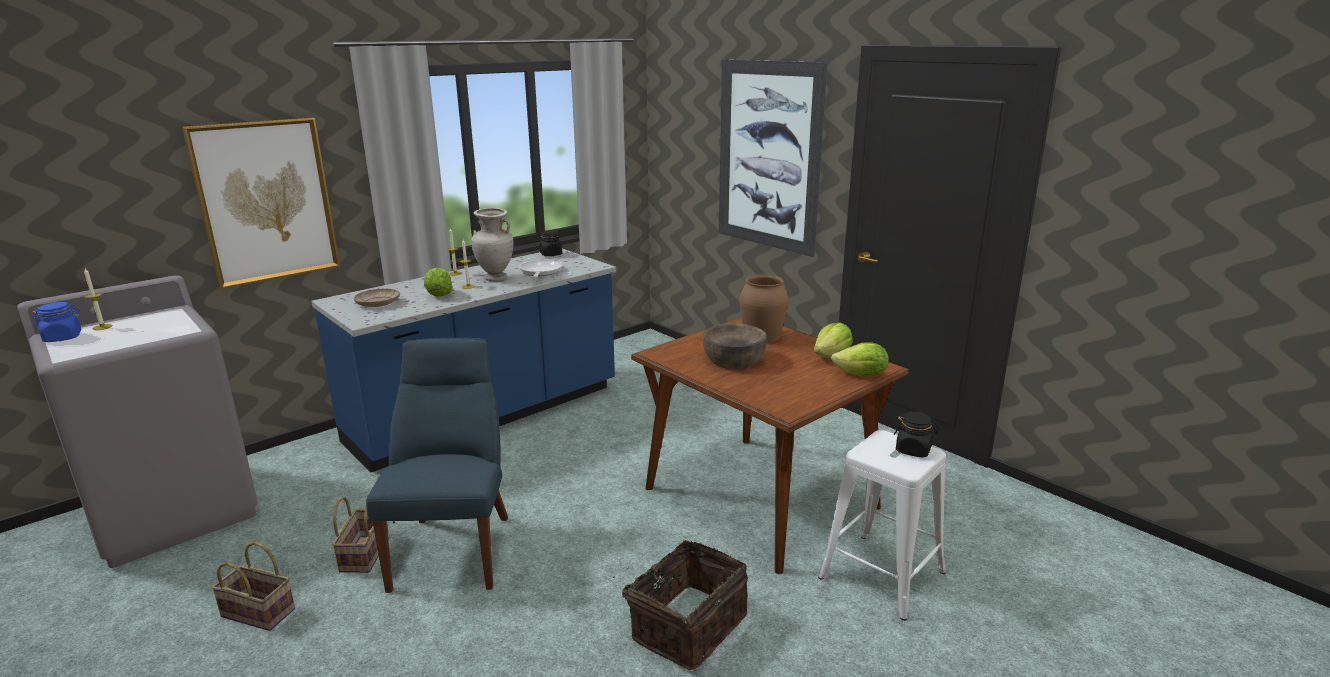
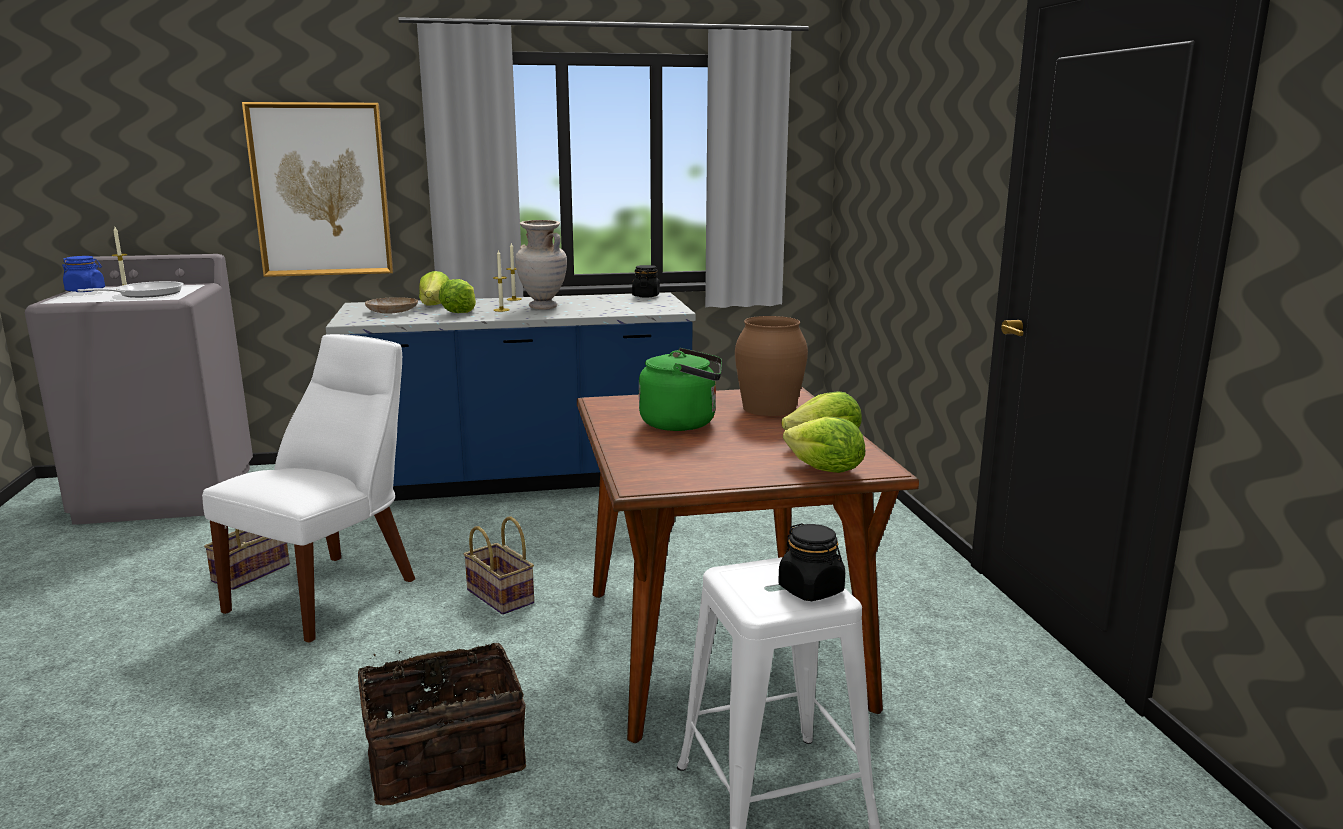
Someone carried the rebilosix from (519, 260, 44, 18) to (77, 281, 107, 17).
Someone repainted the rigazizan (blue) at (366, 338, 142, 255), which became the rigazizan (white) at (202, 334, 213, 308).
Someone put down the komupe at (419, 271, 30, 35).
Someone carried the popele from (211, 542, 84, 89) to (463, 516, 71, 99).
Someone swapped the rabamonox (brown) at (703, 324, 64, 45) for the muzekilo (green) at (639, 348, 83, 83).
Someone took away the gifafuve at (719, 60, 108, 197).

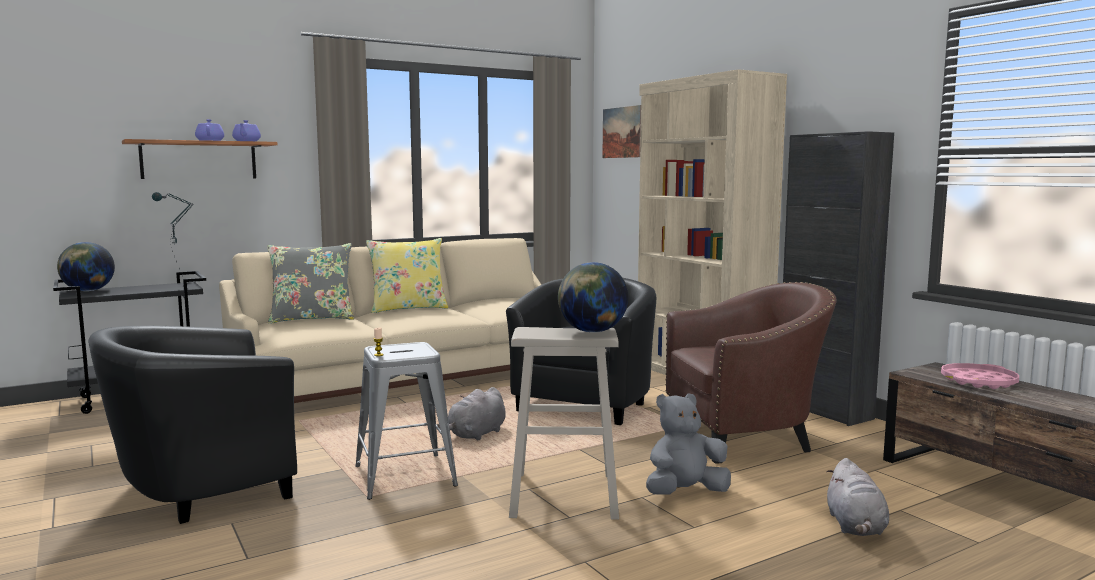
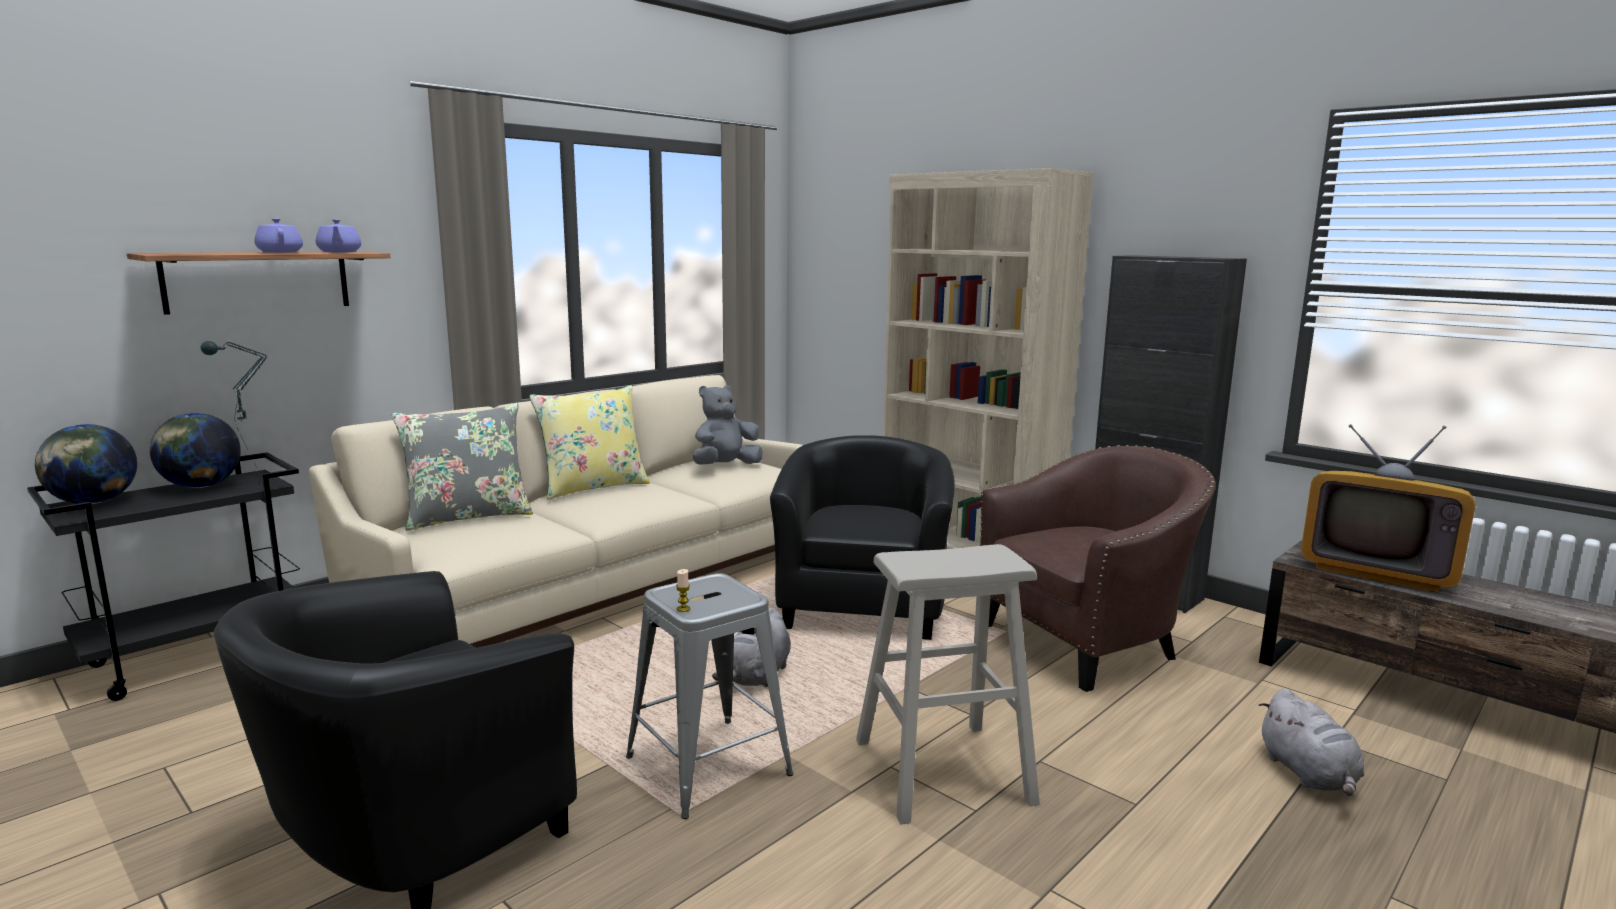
Someone carried the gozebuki from (558, 262, 70, 71) to (150, 413, 91, 75).
Someone carried the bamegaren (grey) from (646, 393, 85, 101) to (693, 385, 70, 80).
Someone swapped the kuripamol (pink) at (941, 363, 78, 26) for the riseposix at (1301, 424, 174, 168).
Someone took away the gifafuve at (602, 105, 39, 53).

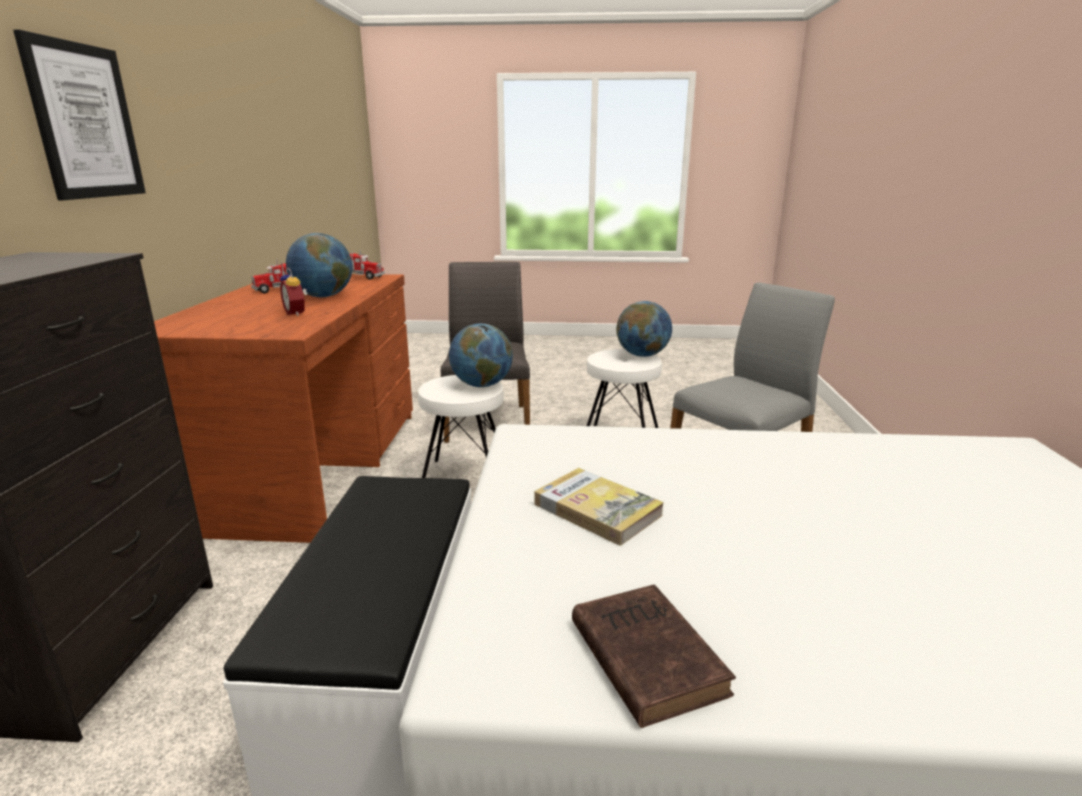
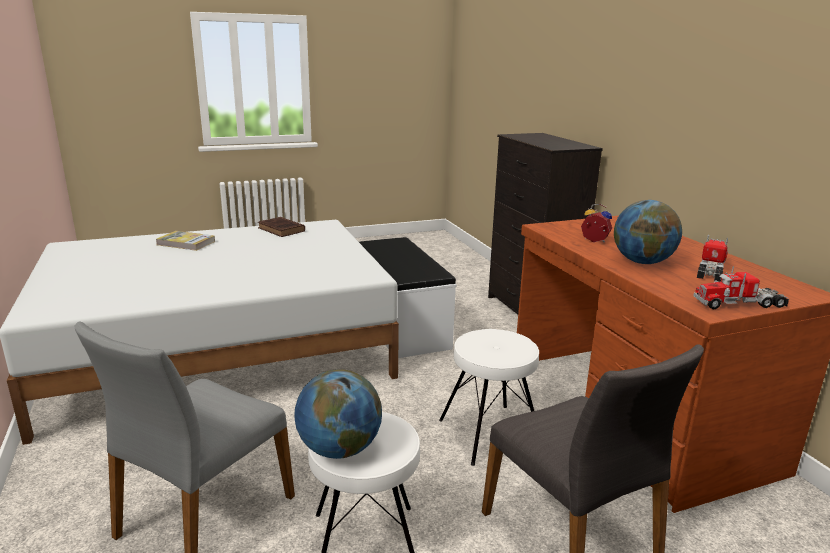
Someone carried the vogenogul from (534, 468, 130, 78) to (156, 231, 59, 20).
Someone took away the gifafuve at (13, 30, 133, 170).
Someone took away the gozebuki at (449, 323, 64, 64).

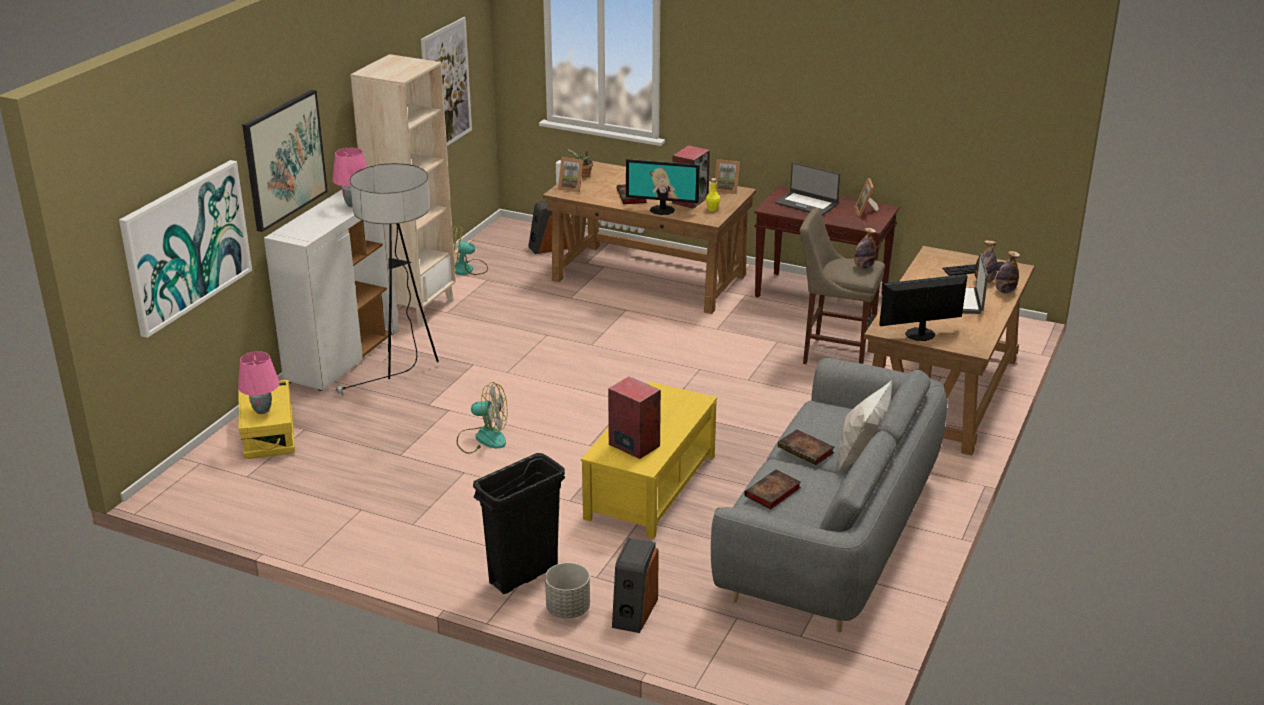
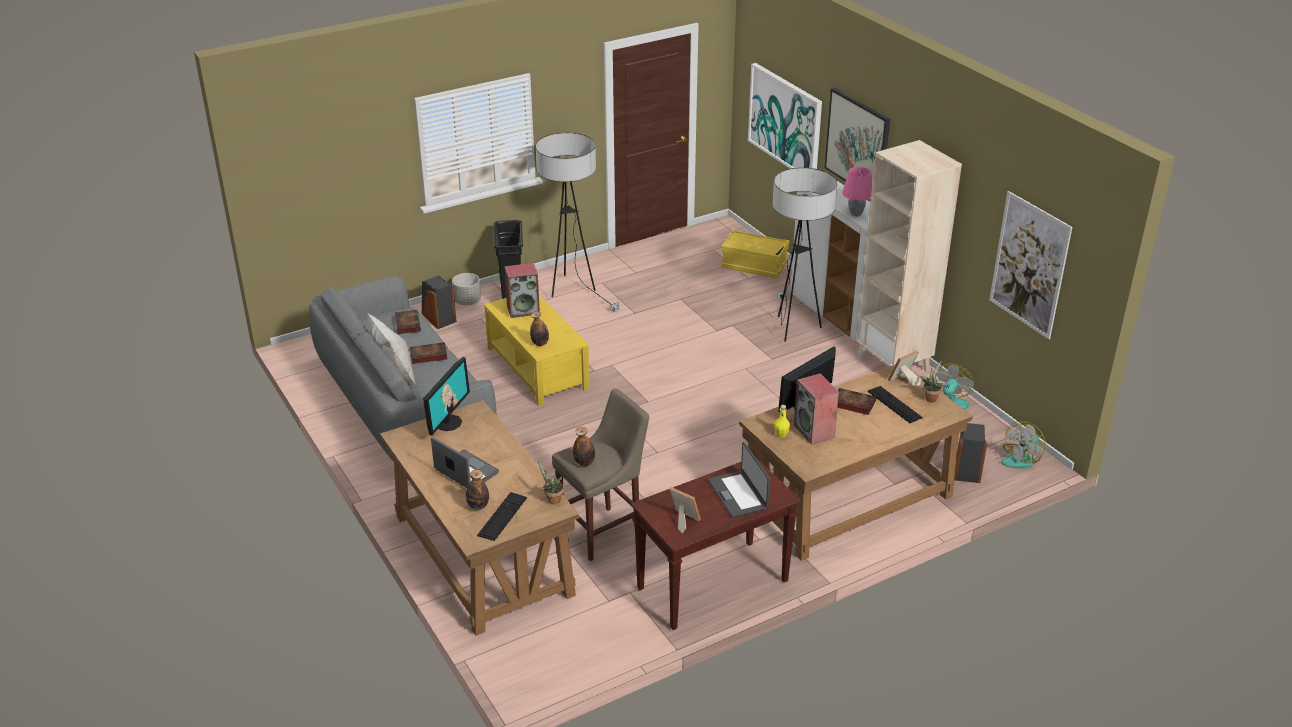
Someone carried the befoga from (995, 251, 25, 43) to (530, 311, 19, 35).
Someone put down the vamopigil at (535, 132, 84, 180).
Someone put down the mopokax at (538, 460, 26, 44).
Someone rotated the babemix at (775, 162, 65, 54) by 90 degrees counterclockwise.
Someone put down the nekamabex at (868, 386, 55, 37).
Someone carried the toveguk from (457, 382, 51, 72) to (1001, 421, 44, 48).
Someone took away the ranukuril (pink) at (238, 351, 42, 63).
Someone took away the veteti at (715, 159, 25, 35).

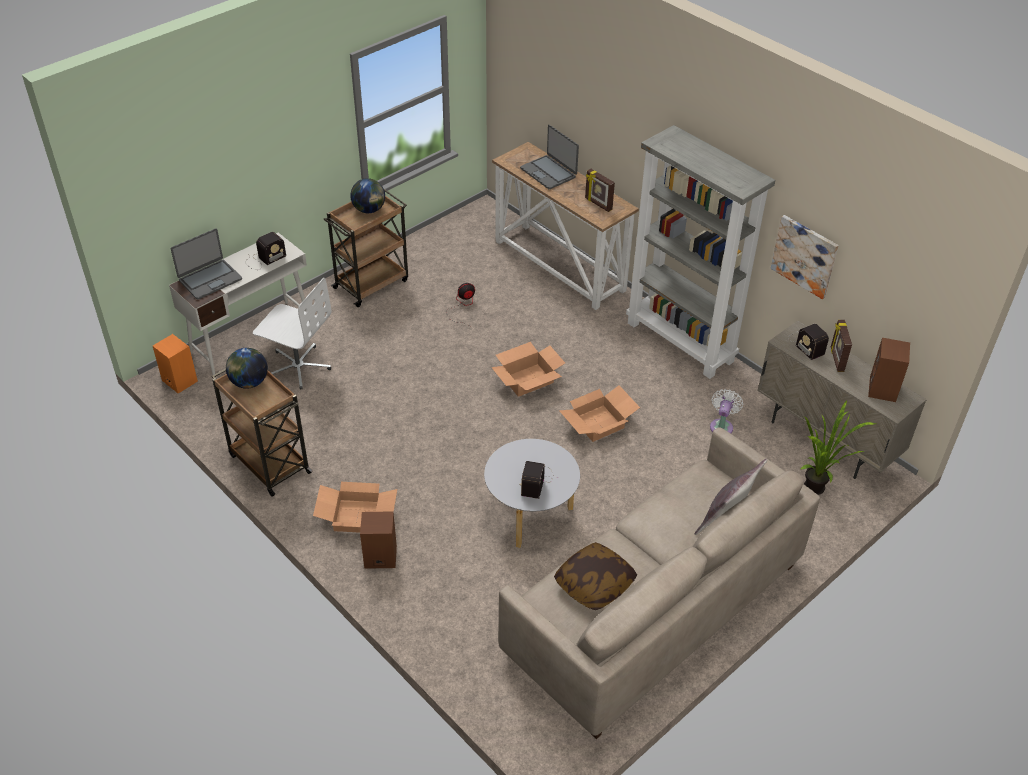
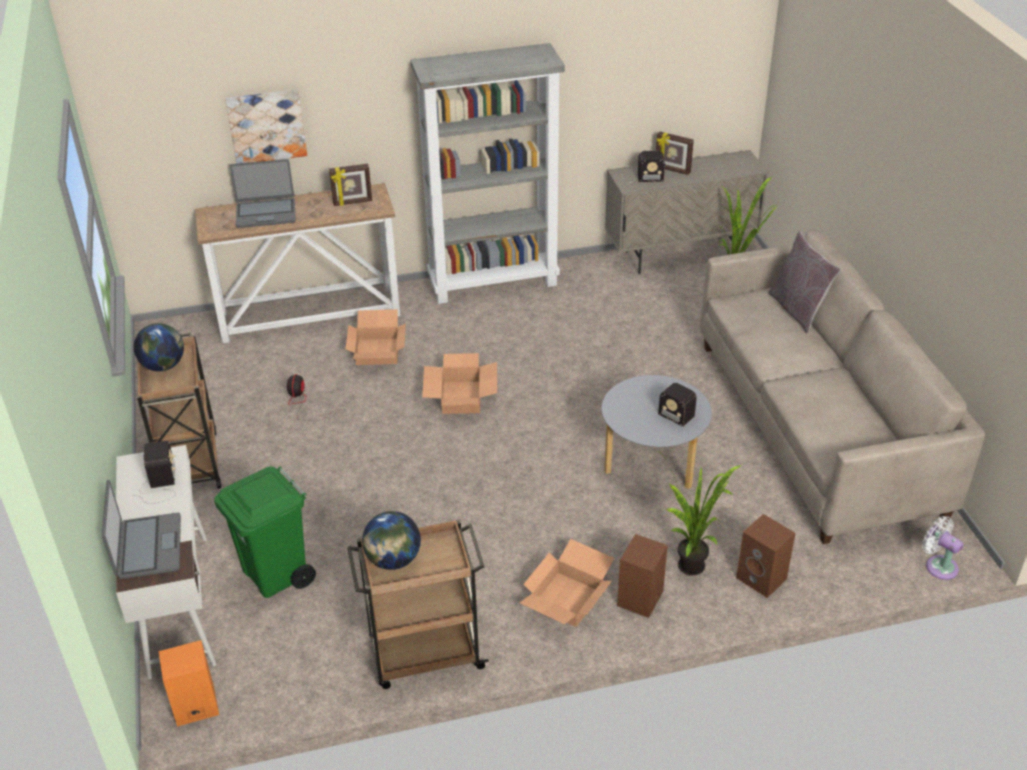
Someone swapped the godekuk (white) at (253, 278, 78, 112) for the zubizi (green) at (214, 466, 102, 132).
Someone carried the gifafuve from (771, 215, 68, 84) to (225, 89, 82, 75).
Someone carried the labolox from (559, 385, 81, 57) to (346, 309, 60, 56).
Someone put down the mopokax at (659, 452, 82, 124).
Someone carried the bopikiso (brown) from (868, 338, 42, 64) to (736, 514, 59, 84).
Someone carried the toveguk (white) from (710, 389, 33, 44) to (922, 516, 42, 64).
Someone took away the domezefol at (554, 542, 83, 68).

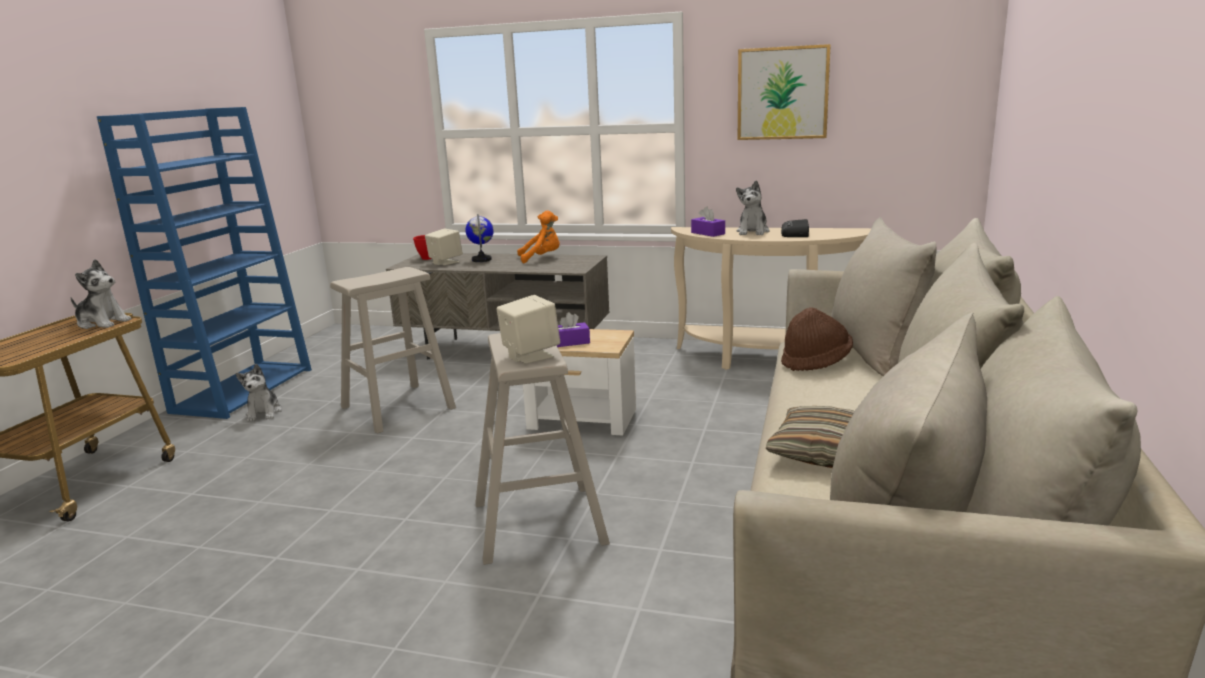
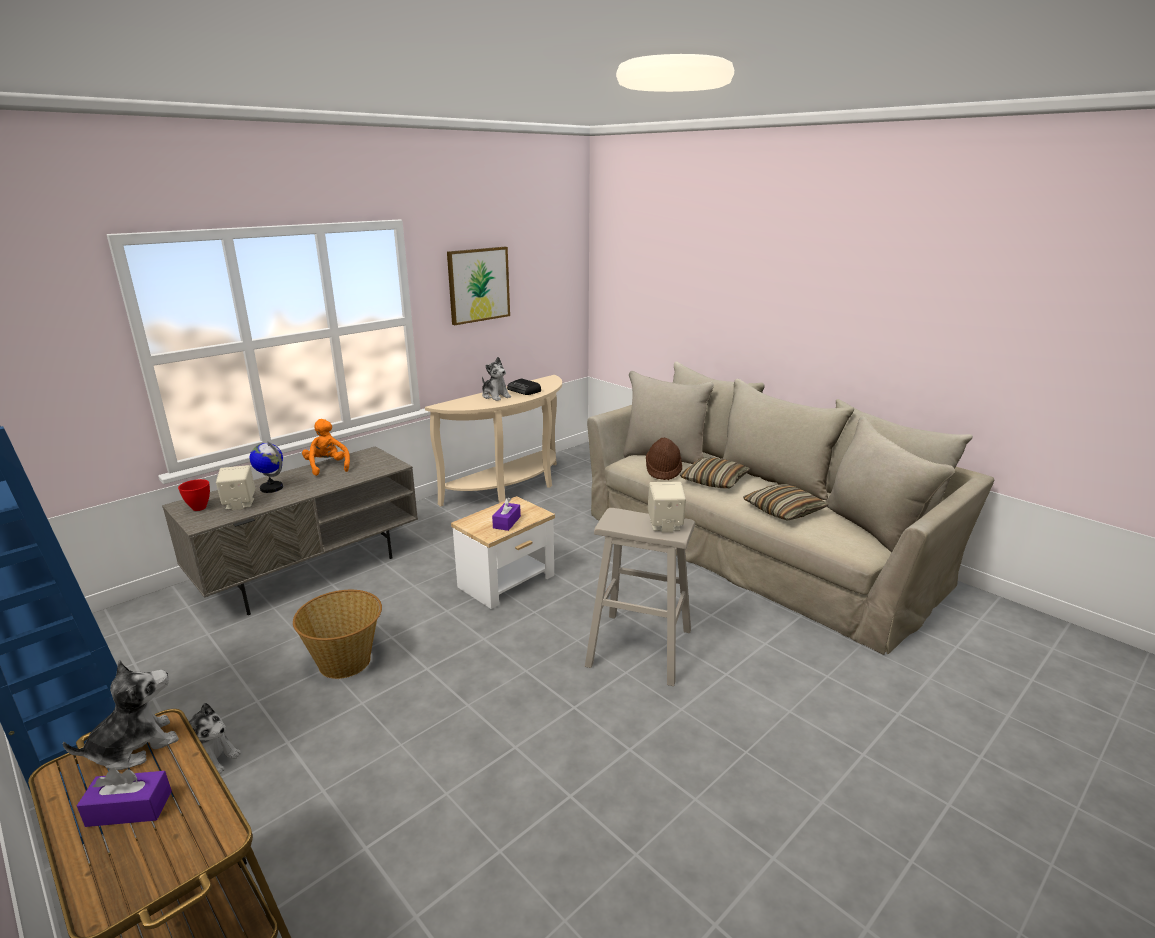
Someone carried the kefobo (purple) from (691, 207, 34, 30) to (77, 768, 95, 59).
Someone swapped the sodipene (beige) at (330, 267, 126, 167) for the popele at (293, 590, 89, 89).
Someone rotated the bamegaren (orange) at (517, 210, 43, 53) by 45 degrees counterclockwise.
Someone put down the domezefol at (680, 457, 70, 31).

